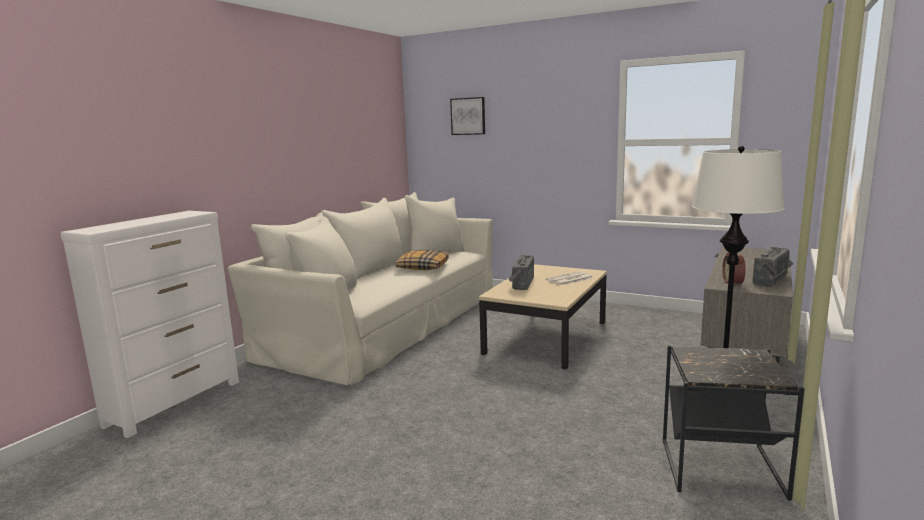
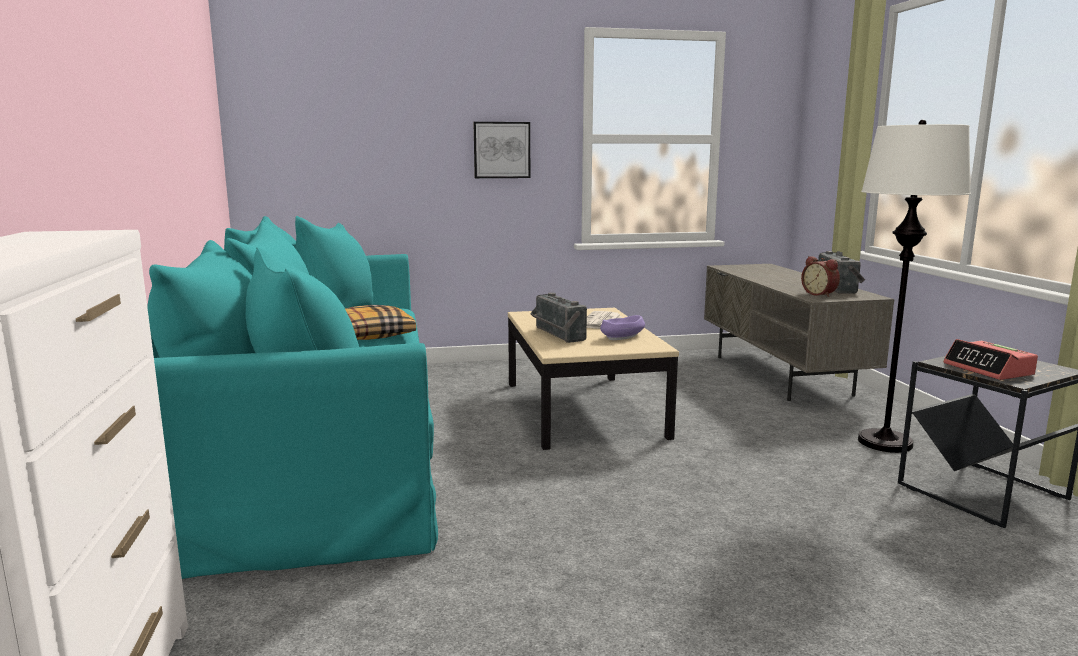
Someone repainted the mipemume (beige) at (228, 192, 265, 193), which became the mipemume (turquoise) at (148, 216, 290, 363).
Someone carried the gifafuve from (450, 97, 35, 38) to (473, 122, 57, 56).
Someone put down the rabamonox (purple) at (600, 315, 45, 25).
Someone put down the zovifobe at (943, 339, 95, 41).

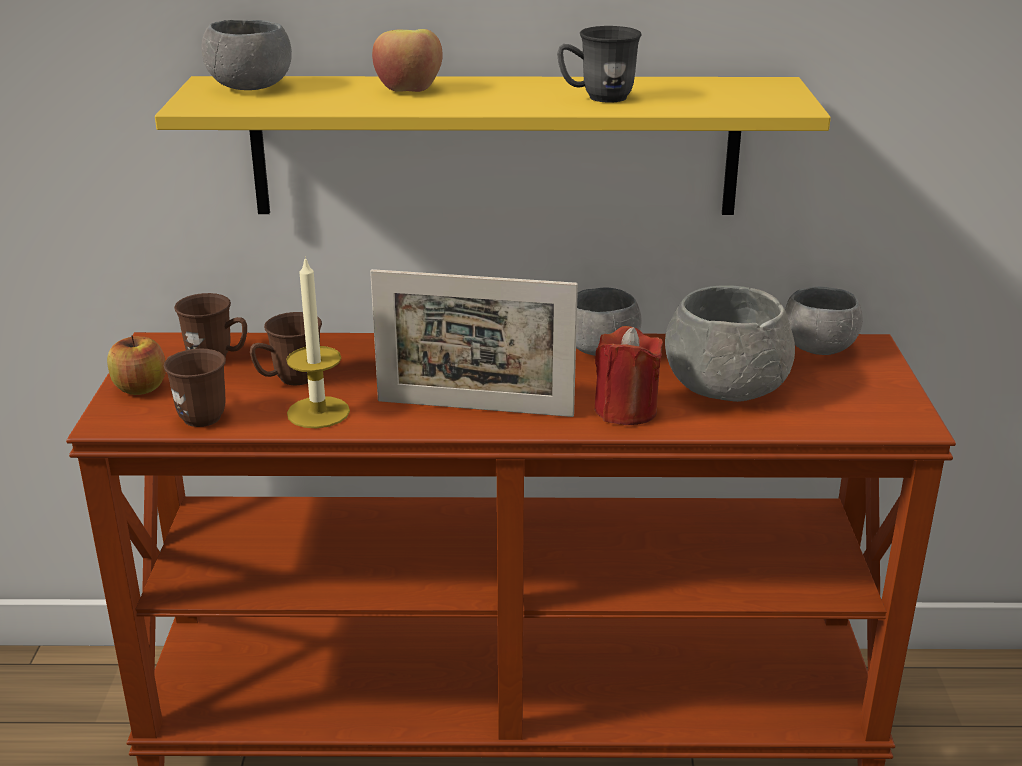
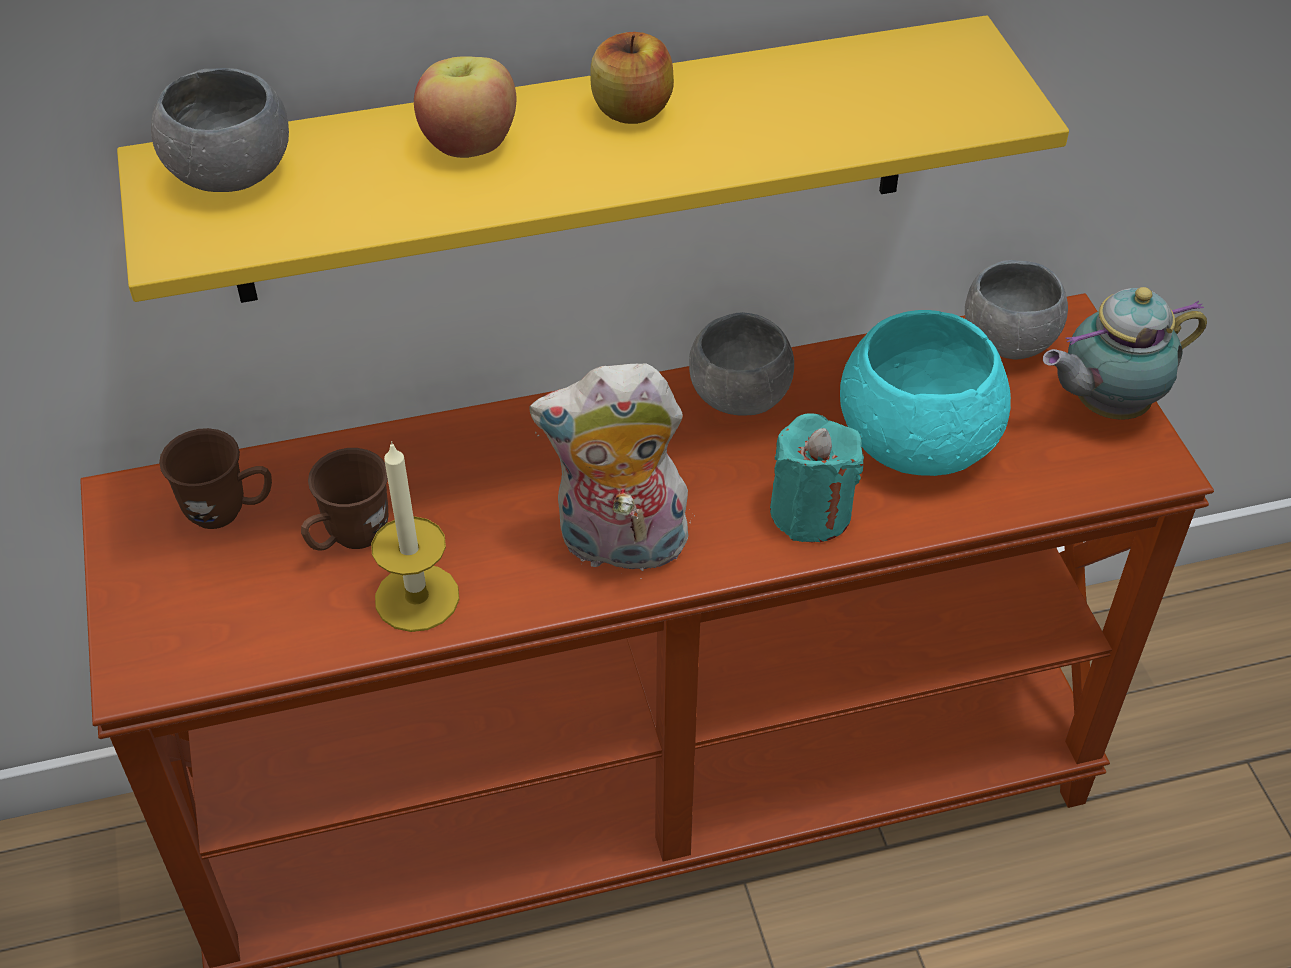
Someone swapped the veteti at (370, 269, 208, 148) for the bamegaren at (529, 363, 162, 216).
Someone carried the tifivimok from (107, 335, 59, 60) to (590, 32, 84, 92).
Someone repainted the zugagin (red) at (594, 326, 69, 99), which became the zugagin (turquoise) at (770, 413, 94, 129).
Someone repainted the rabamonox (grey) at (665, 285, 130, 117), which became the rabamonox (turquoise) at (840, 310, 171, 166).
Someone put down the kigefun at (1043, 287, 164, 133).
Someone took away the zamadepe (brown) at (164, 349, 62, 78).
Someone took away the zamadepe (grey) at (557, 26, 85, 77).

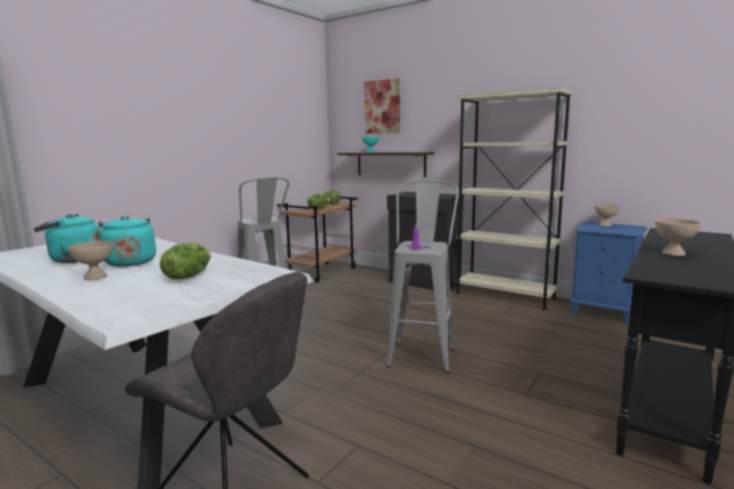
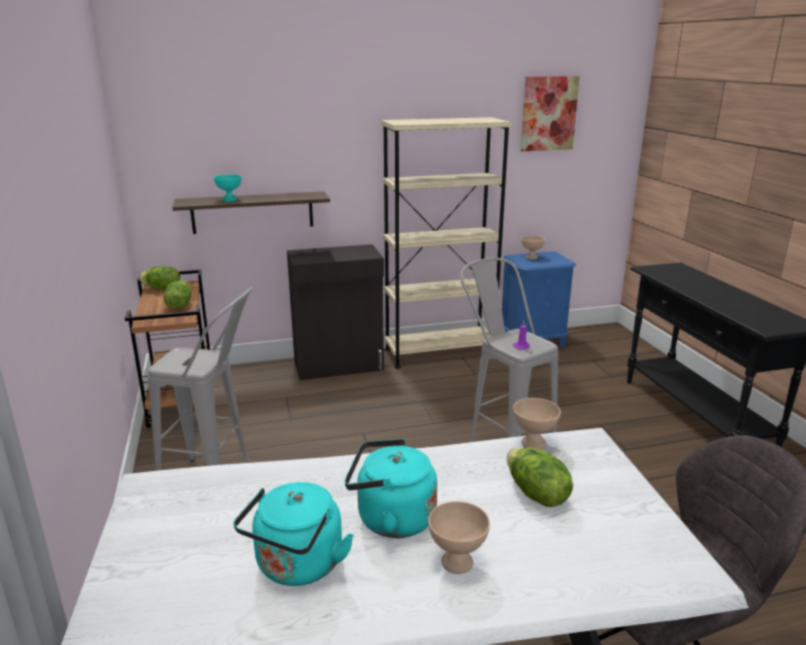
Someone carried the rabamonox (beige) from (655, 218, 46, 38) to (513, 398, 48, 52).
Someone carried the gifafuve from (364, 78, 36, 56) to (521, 76, 59, 75).

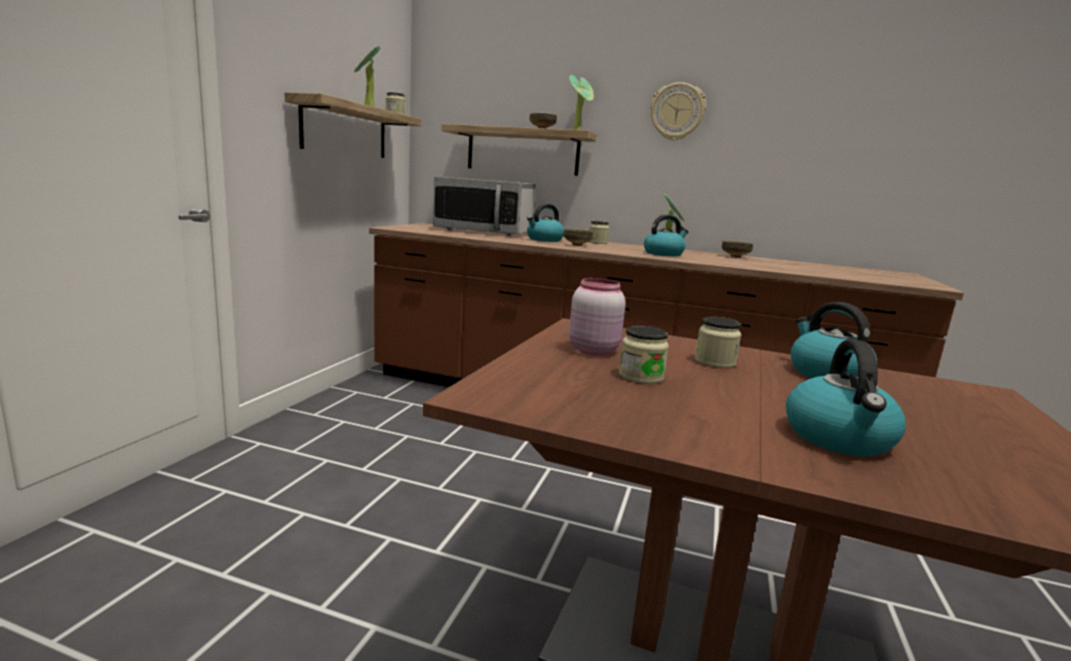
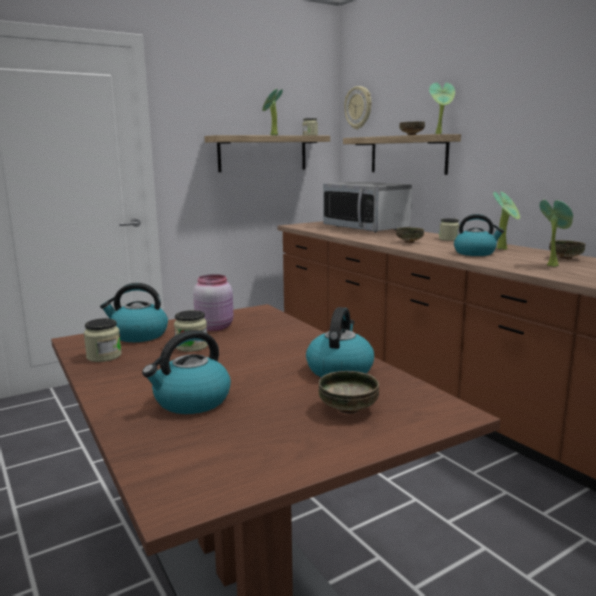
Someone carried the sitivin from (695, 317, 47, 51) to (84, 318, 38, 44).
Someone carried the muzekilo from (527, 204, 37, 38) to (100, 283, 68, 59).
Someone put down the rabamonox at (319, 371, 60, 43).
Someone carried the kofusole from (650, 82, 56, 59) to (344, 86, 27, 43).
Someone put down the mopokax at (539, 200, 34, 67).

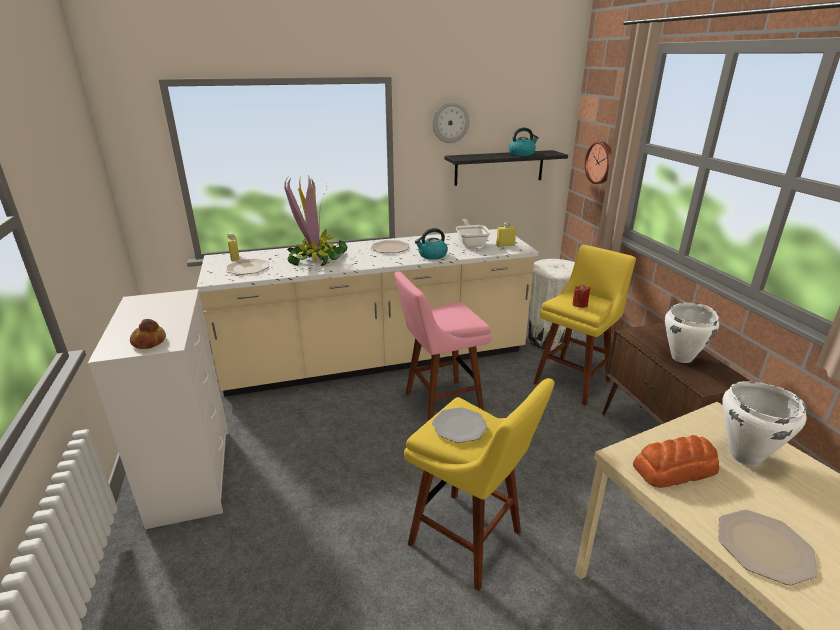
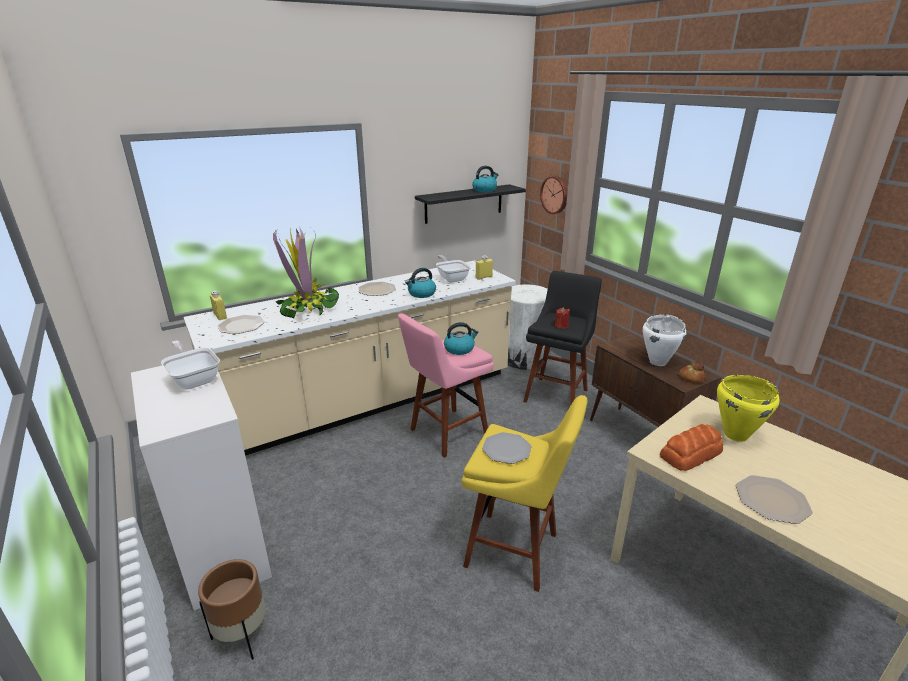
Someone put down the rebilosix at (161, 340, 59, 49).
Someone put down the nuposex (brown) at (198, 559, 68, 101).
Someone put down the muzekilo at (444, 322, 35, 33).
Someone repainted the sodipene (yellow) at (534, 245, 102, 161), which became the sodipene (black) at (523, 271, 79, 133).
Someone carried the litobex from (130, 319, 36, 30) to (679, 361, 27, 22).
Someone repainted the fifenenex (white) at (723, 381, 84, 85), which became the fifenenex (yellow) at (717, 375, 63, 67).
Someone took away the kofusole at (432, 102, 38, 41).

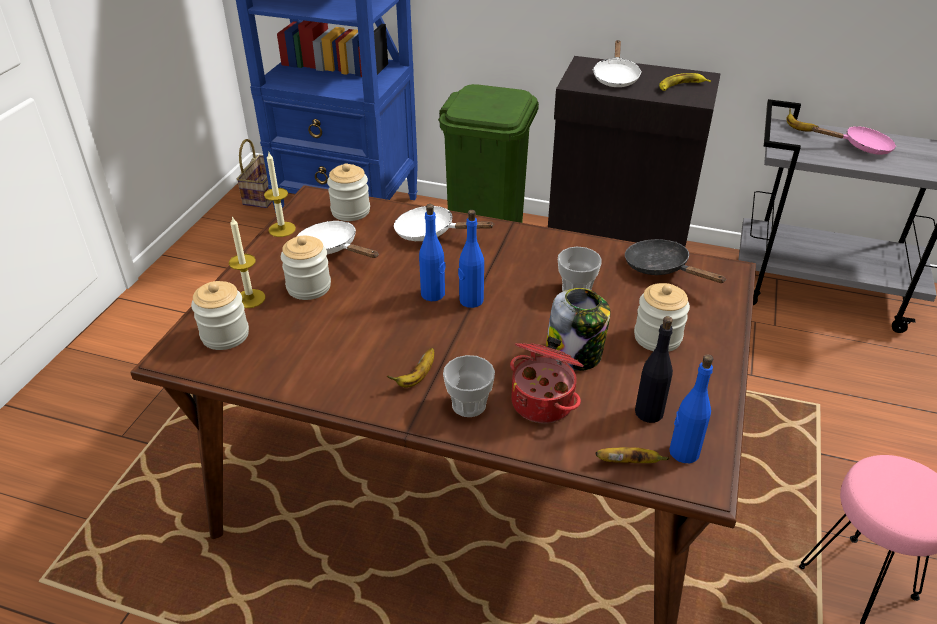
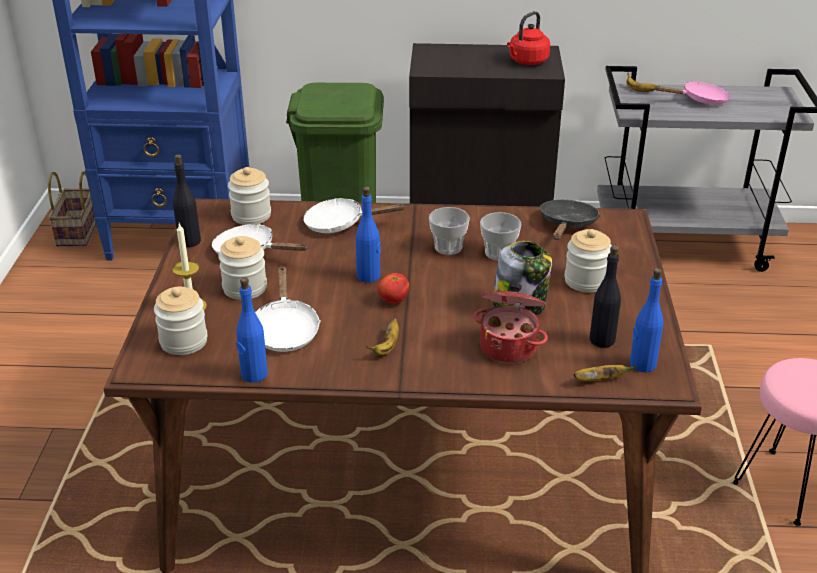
Someone swapped the zugagin at (264, 151, 32, 86) for the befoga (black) at (173, 155, 28, 92).
Someone carried the befoga (blue) from (458, 210, 26, 98) to (236, 277, 32, 106).
Someone carried the rebilosix (white) from (592, 40, 50, 47) to (255, 266, 66, 86).
Someone put down the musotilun at (377, 273, 32, 31).
Someone carried the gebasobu from (443, 355, 52, 62) to (429, 207, 41, 48).
Someone swapped the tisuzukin at (659, 73, 52, 18) for the muzekilo (red) at (507, 11, 43, 54).
Someone rotated the rebilosix (black) at (625, 239, 101, 44) by 75 degrees clockwise.

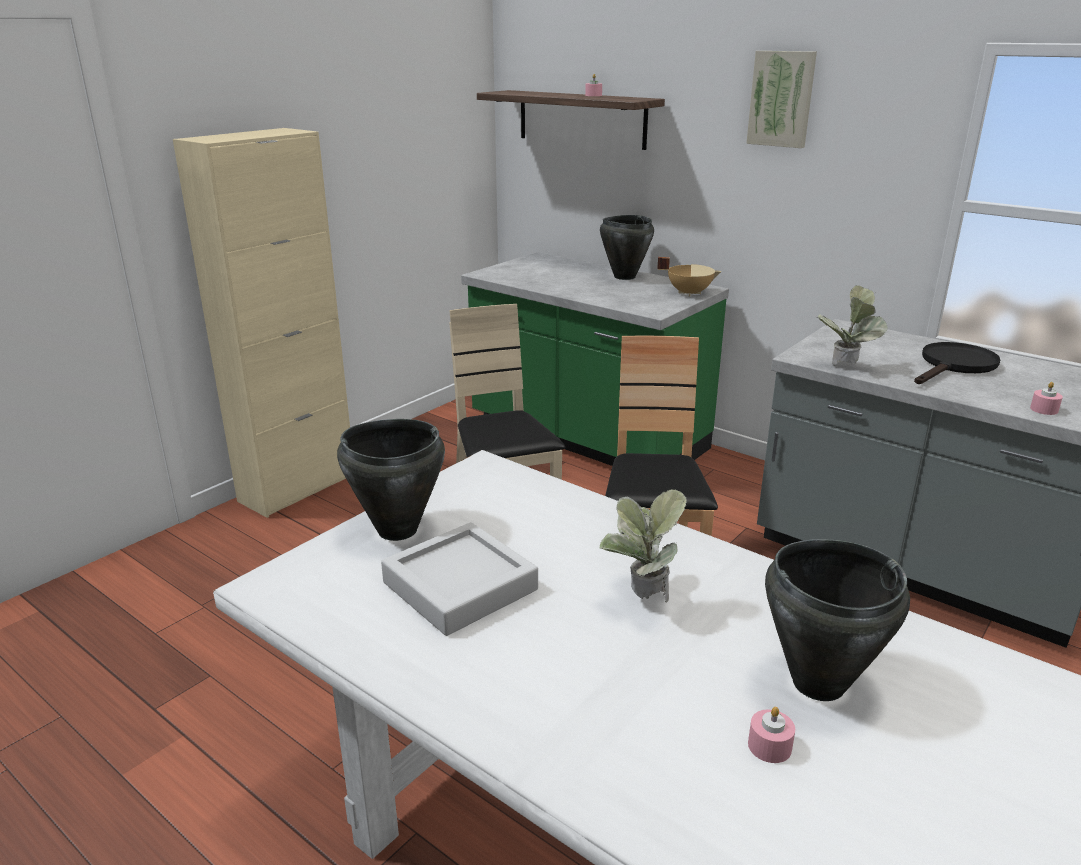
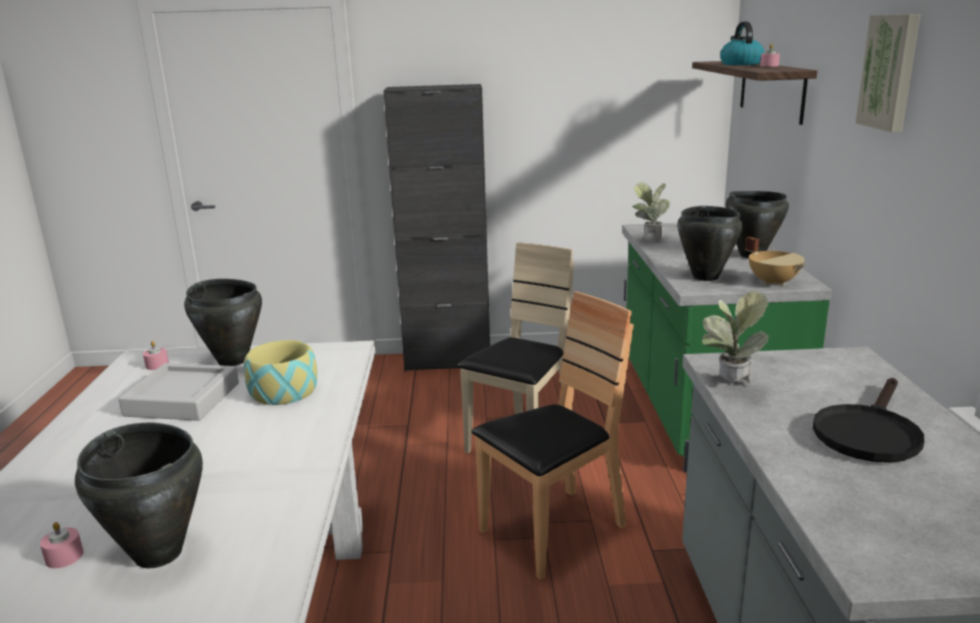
Someone carried the zugagin (pink) from (1030, 382, 33, 33) to (143, 341, 26, 29).
Someone put down the rabamonox at (244, 340, 74, 65).
Someone repainted the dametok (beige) at (173, 128, 177, 390), which became the dametok (black) at (383, 84, 107, 288).
Someone carried the mopokax from (600, 489, 88, 113) to (632, 182, 39, 59).
Someone put down the fifenenex (black) at (677, 206, 65, 75).
Someone put down the muzekilo at (720, 21, 44, 44).
Someone rotated the rebilosix (black) at (914, 342, 86, 42) by 120 degrees clockwise.

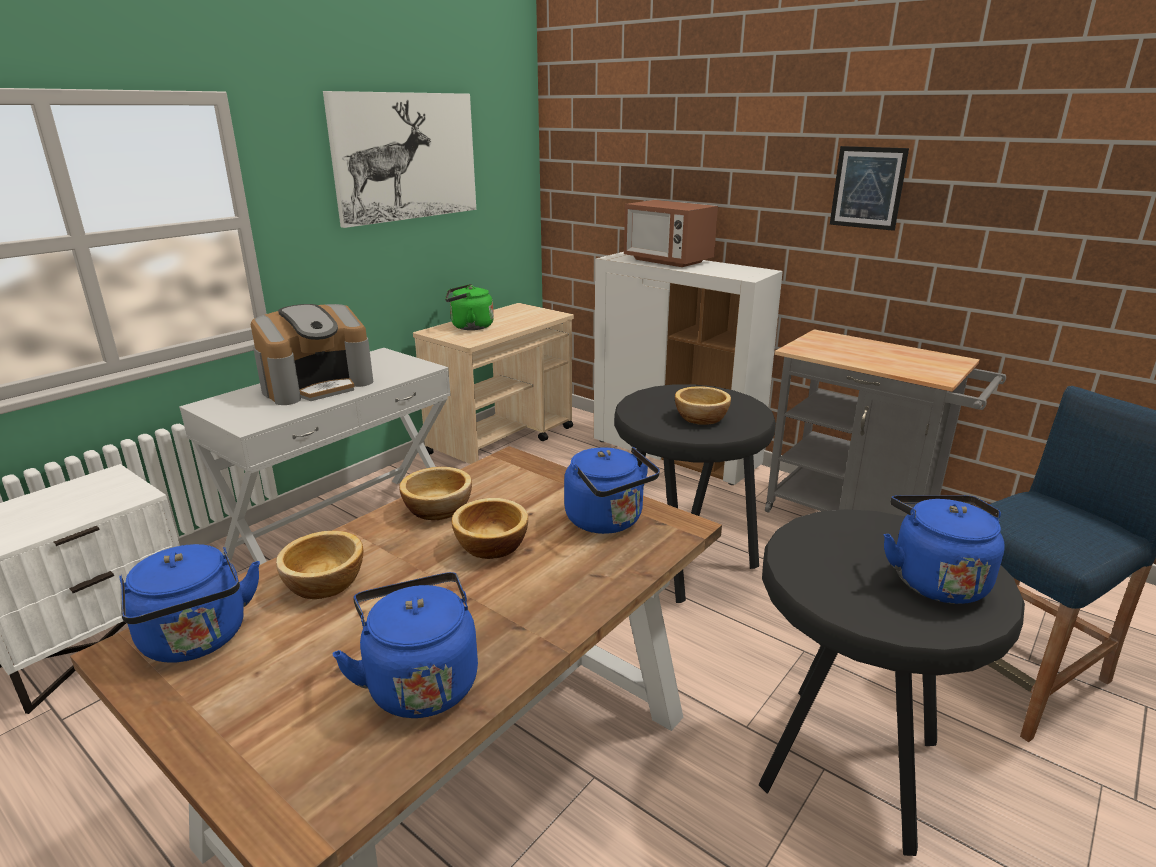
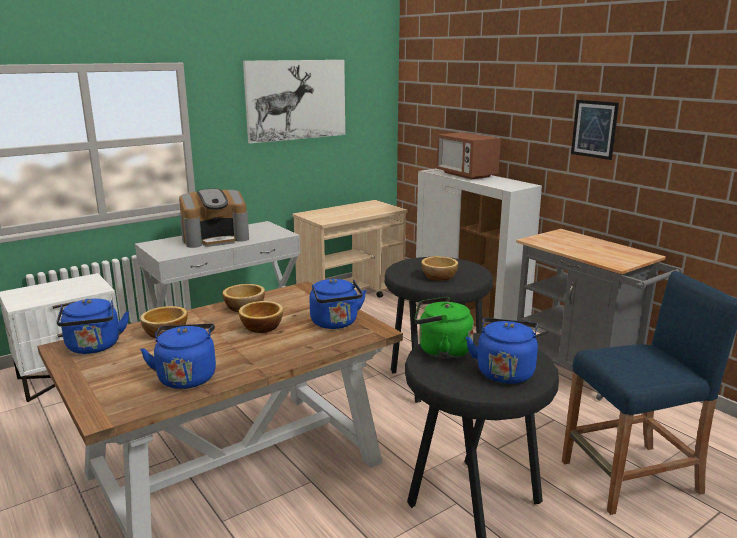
Someone carried the muzekilo (green) from (445, 284, 49, 46) to (415, 297, 59, 62).

